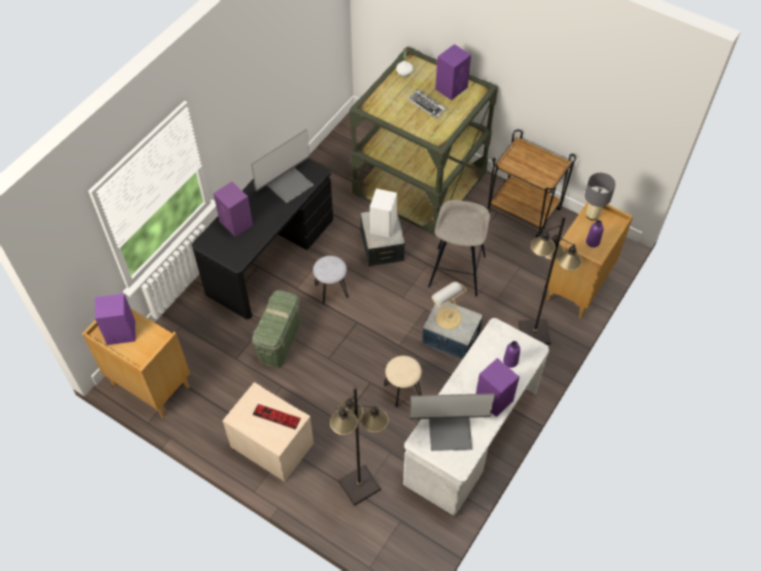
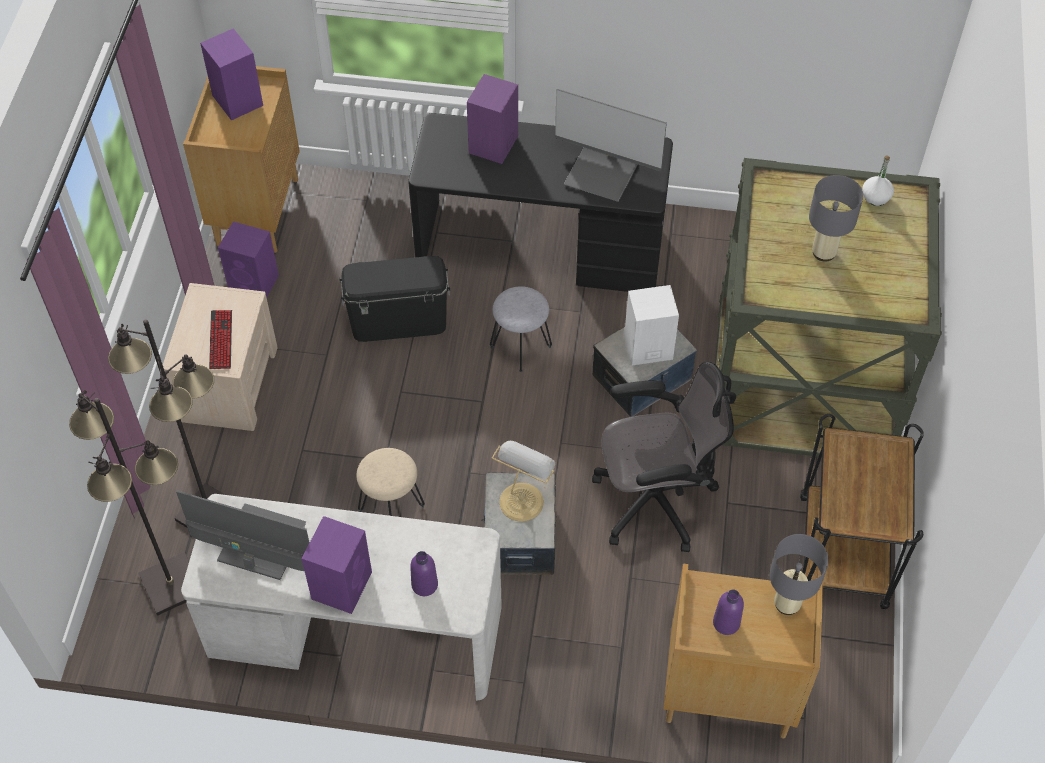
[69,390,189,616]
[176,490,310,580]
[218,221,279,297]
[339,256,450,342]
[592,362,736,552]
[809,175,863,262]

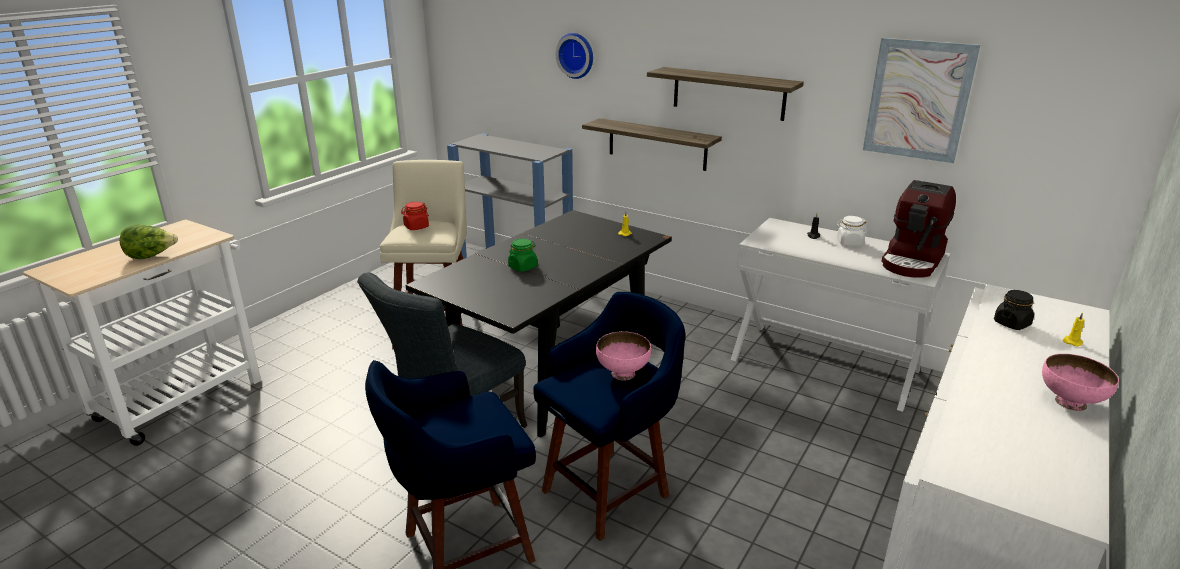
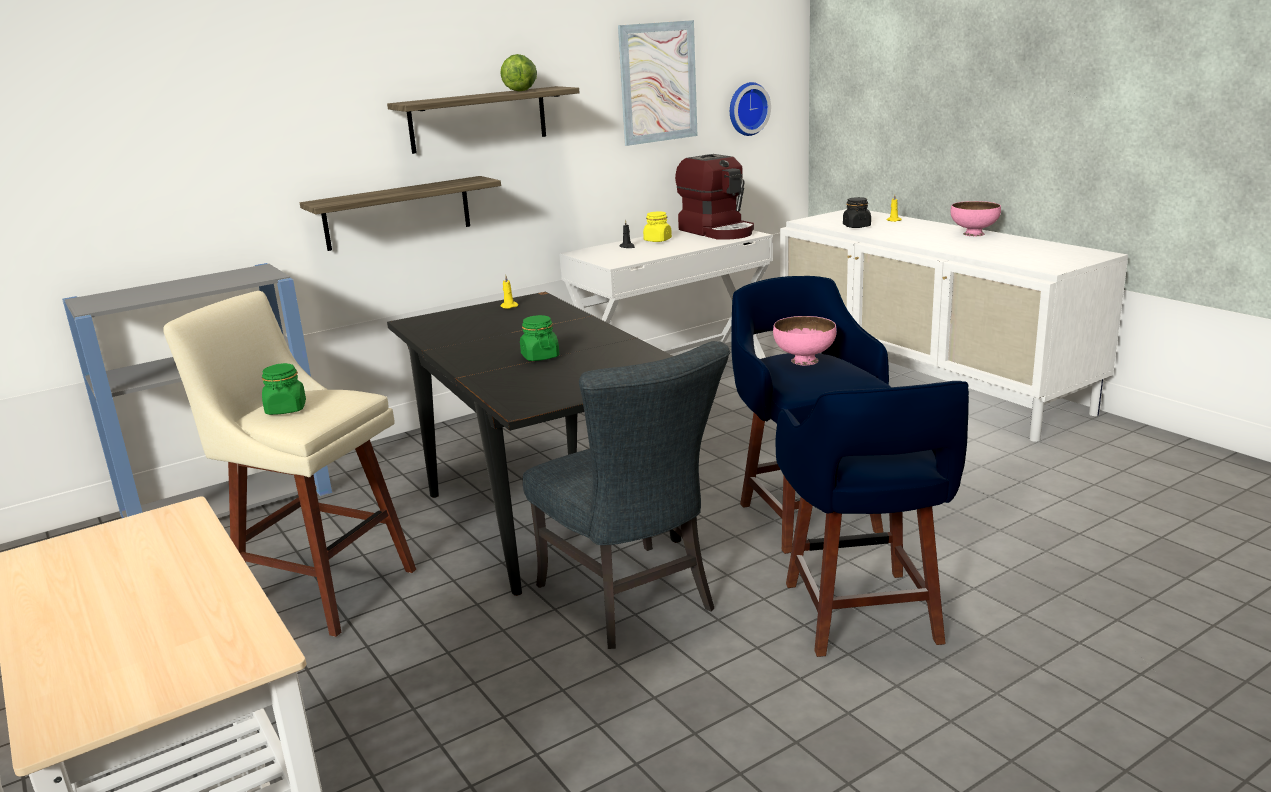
[262,363,306,415]
[500,54,537,92]
[643,211,672,242]
[730,82,771,136]

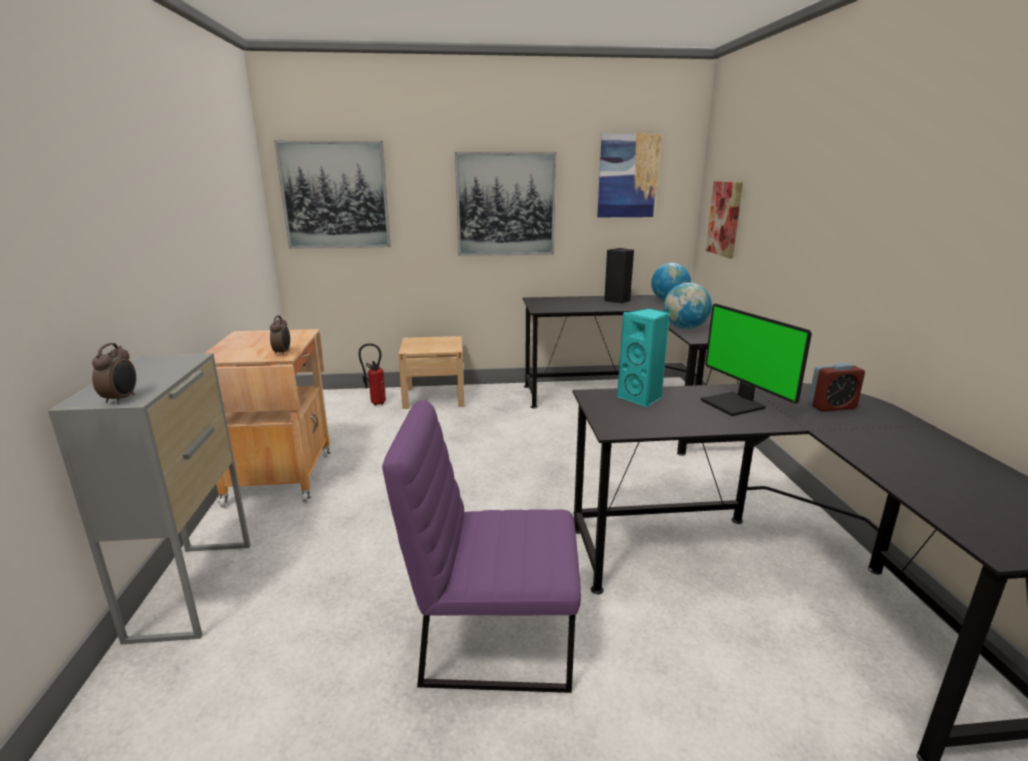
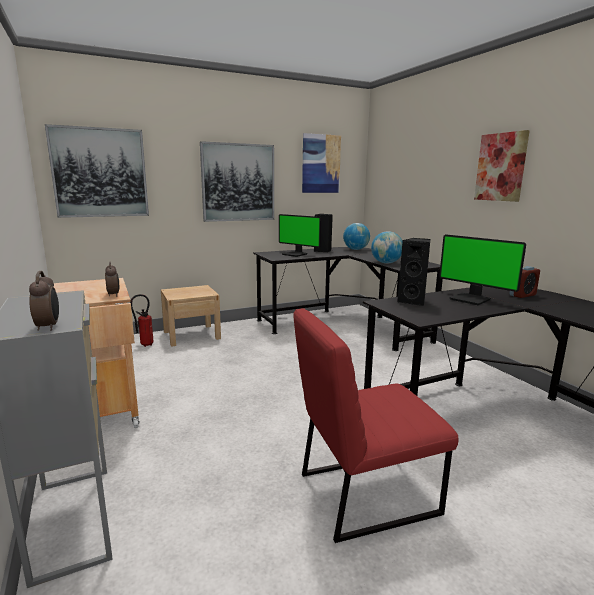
[279,214,321,257]
[294,308,458,543]
[397,238,431,306]
[474,130,530,202]

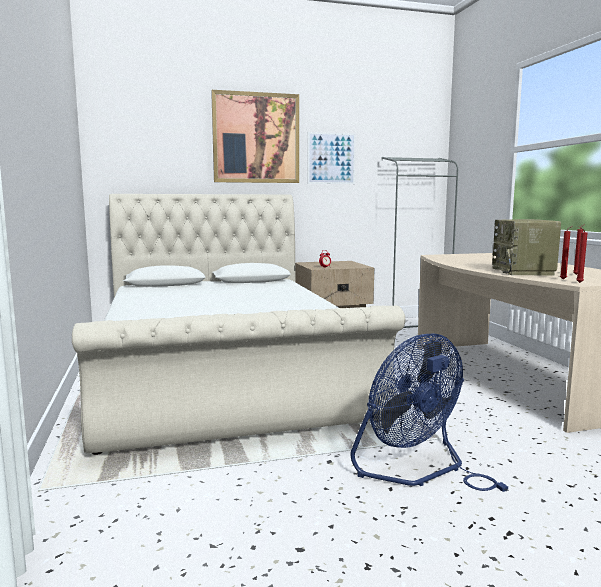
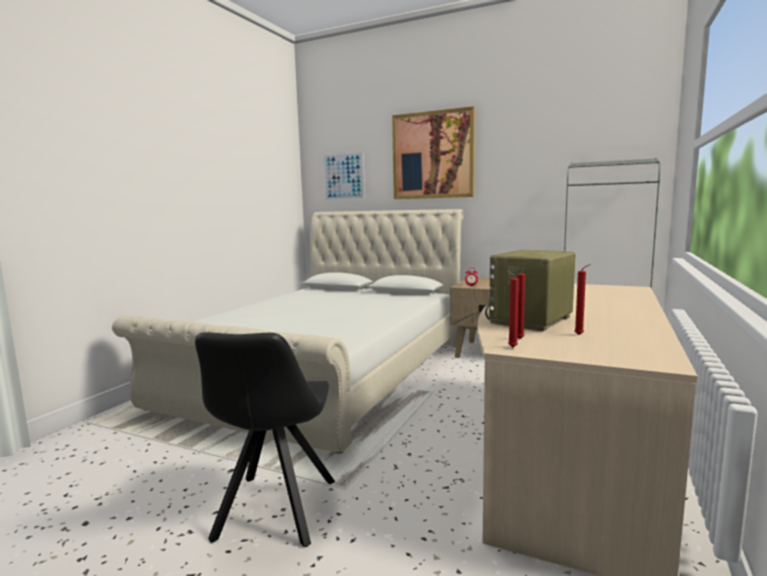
[195,332,335,547]
[323,151,365,201]

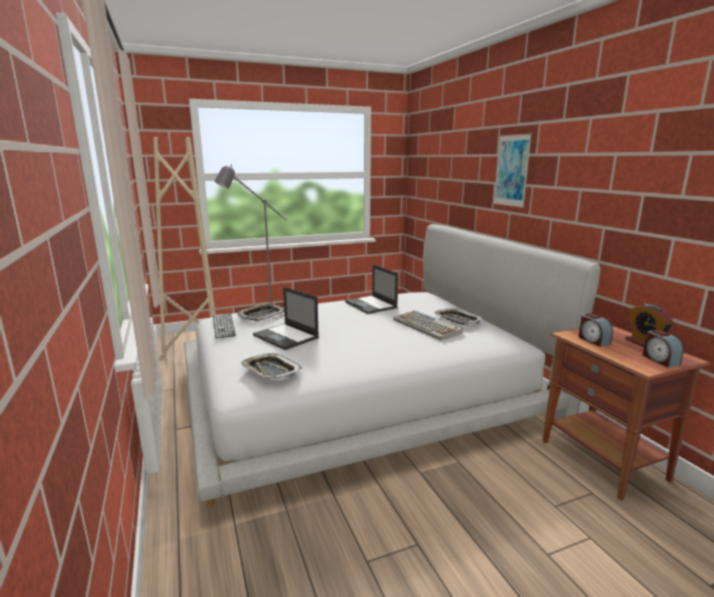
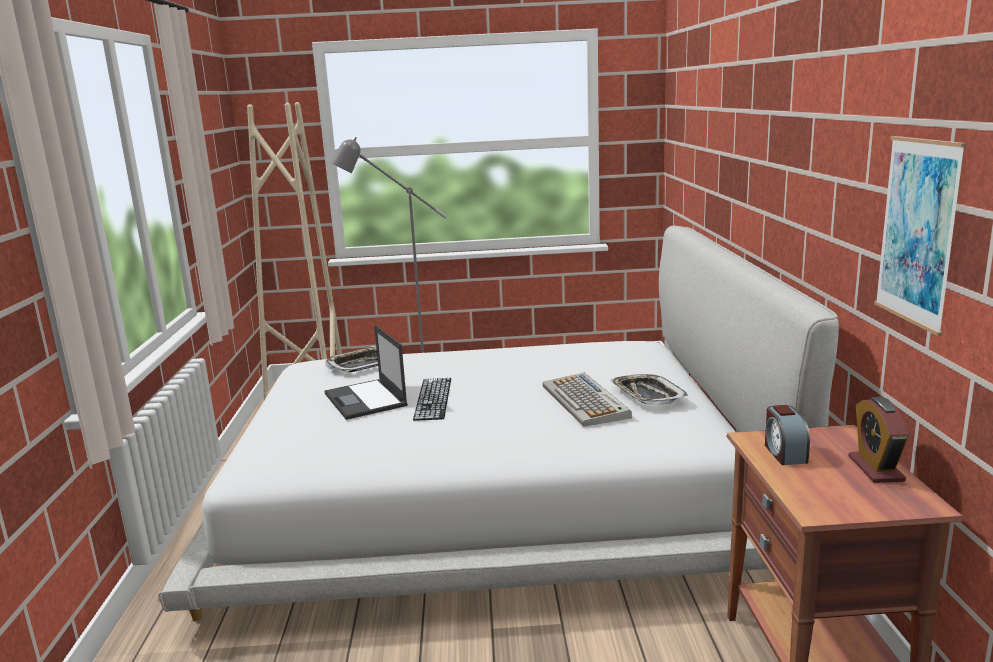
[413,378,451,421]
[874,136,967,336]
[240,353,303,380] (first image)
[345,265,398,314] (first image)
[643,330,684,367] (first image)

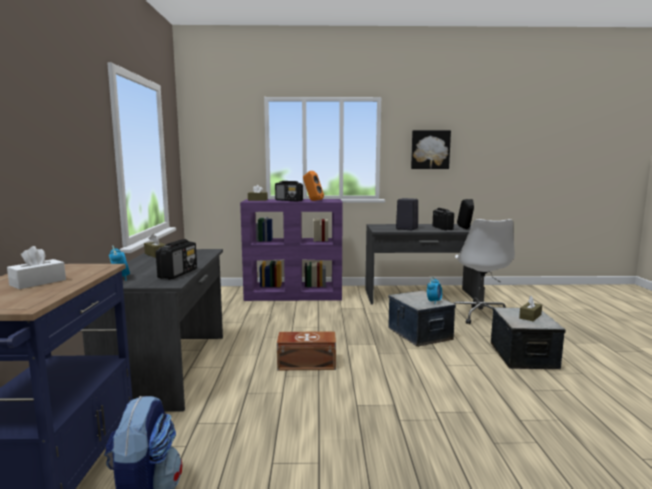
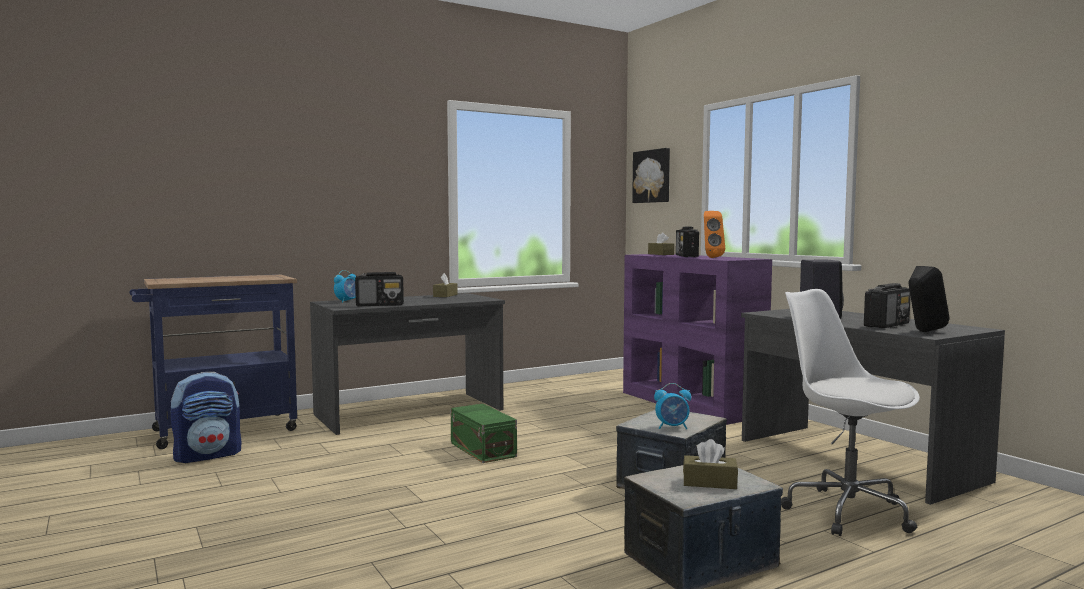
[451,404,517,463]
[632,148,670,203]
[781,289,920,536]
[7,246,66,289] (first image)

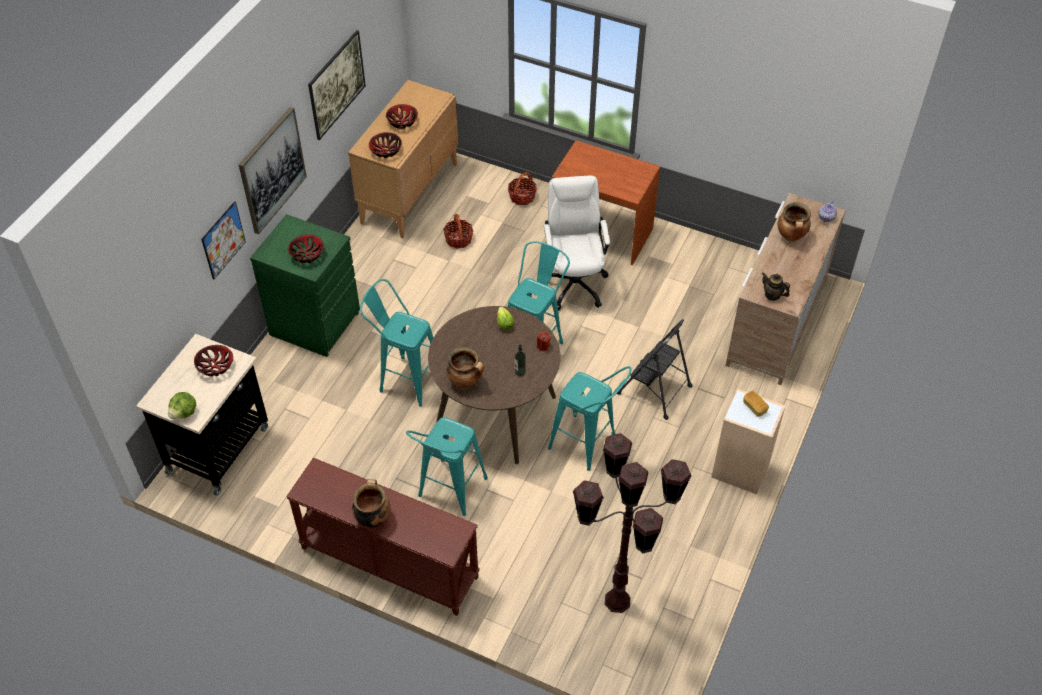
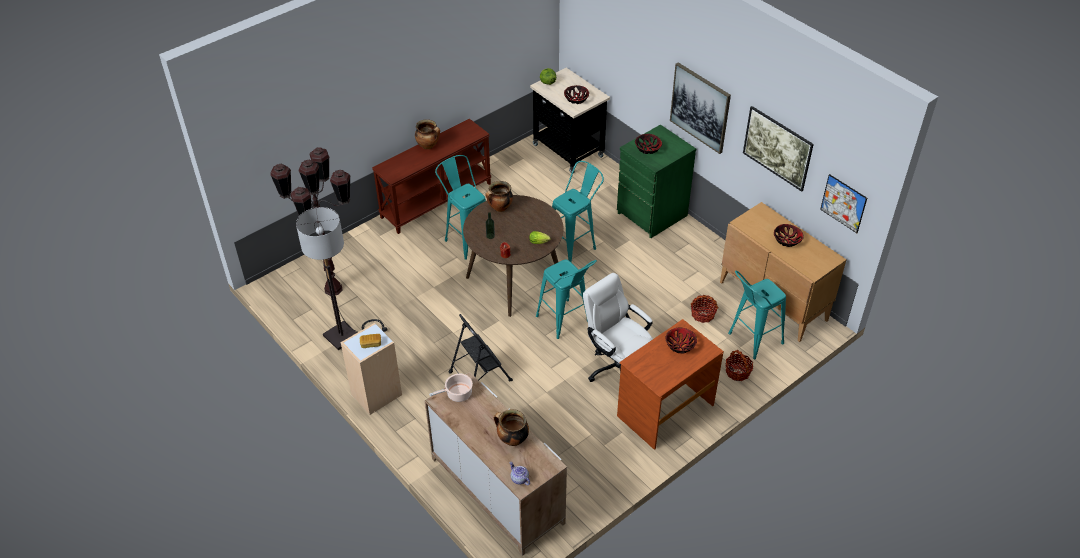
[296,207,388,350]
[429,374,473,402]
[583,273,653,382]
[666,328,697,353]
[728,271,786,359]
[820,174,867,233]

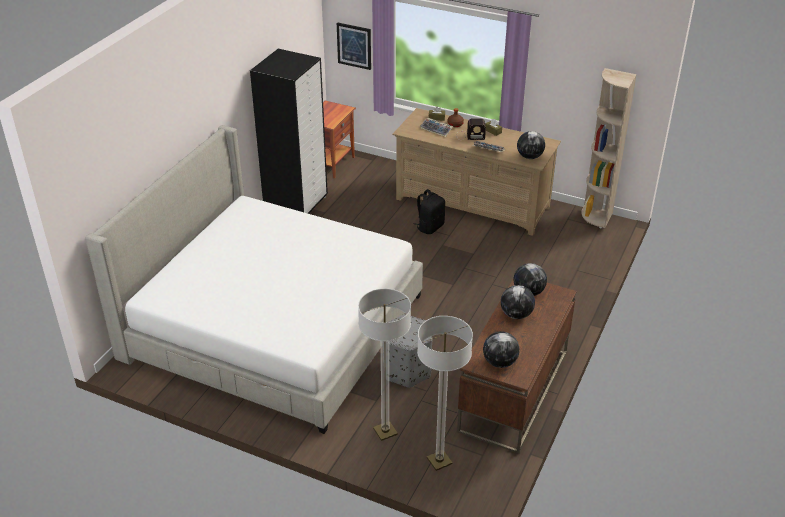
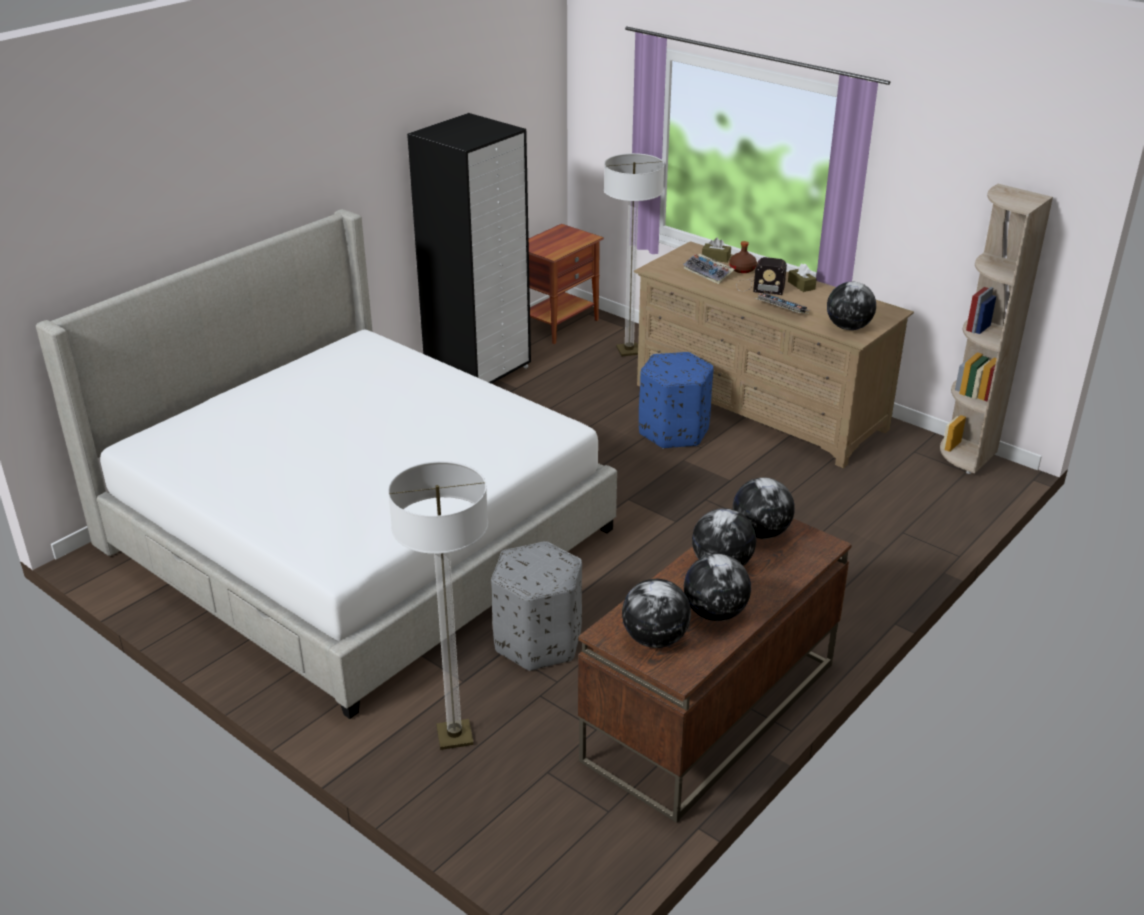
[604,153,665,356]
[639,352,714,449]
[684,554,751,621]
[337,22,371,70] (first image)

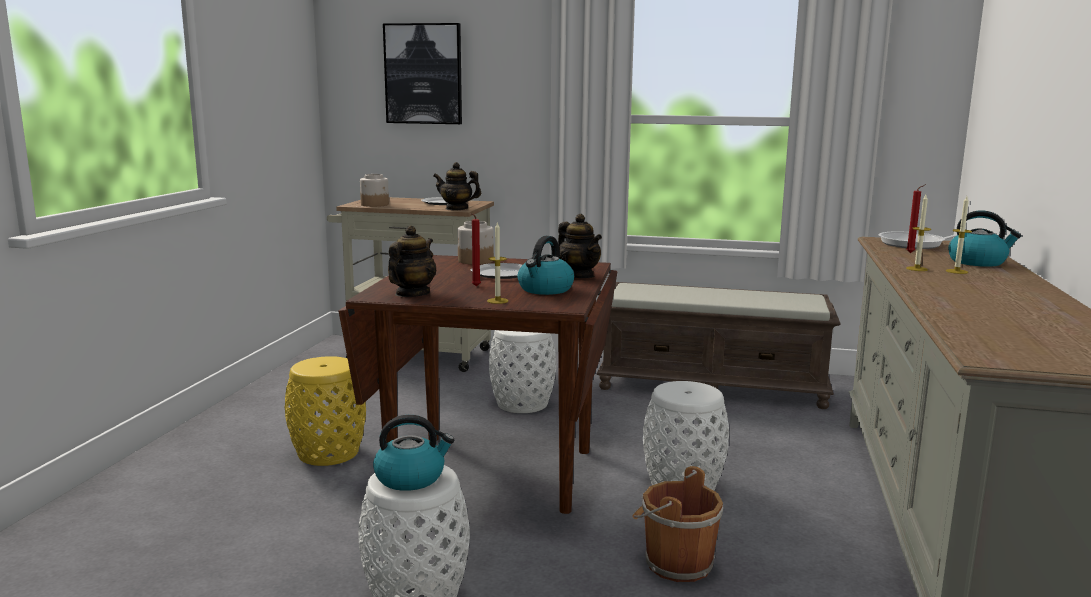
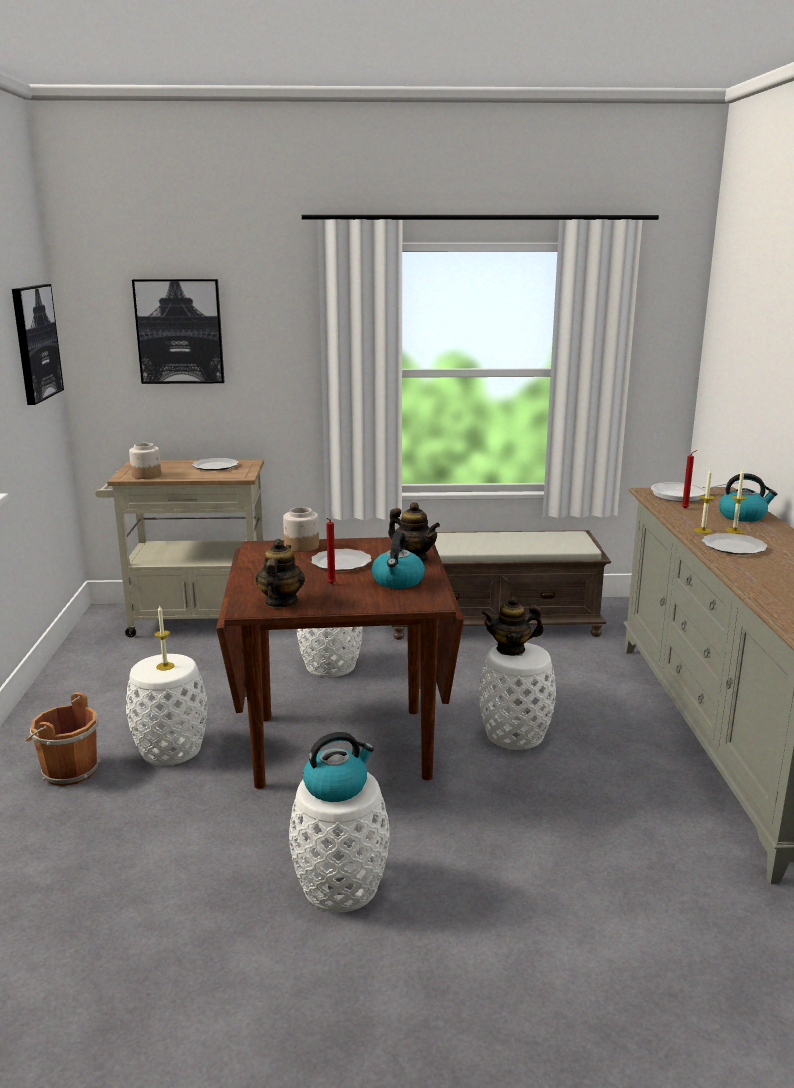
[12,284,64,405]
[25,692,100,786]
[126,654,207,766]
[154,606,175,671]
[481,596,544,656]
[702,533,768,555]

